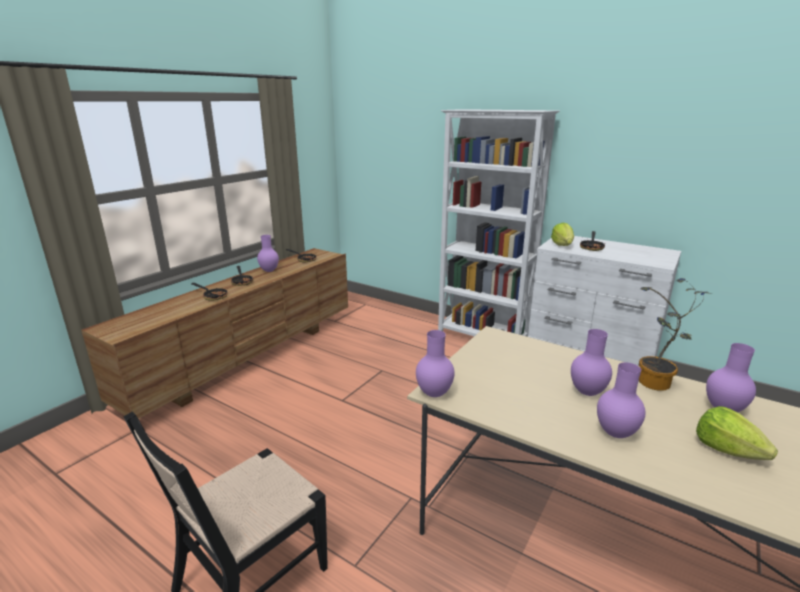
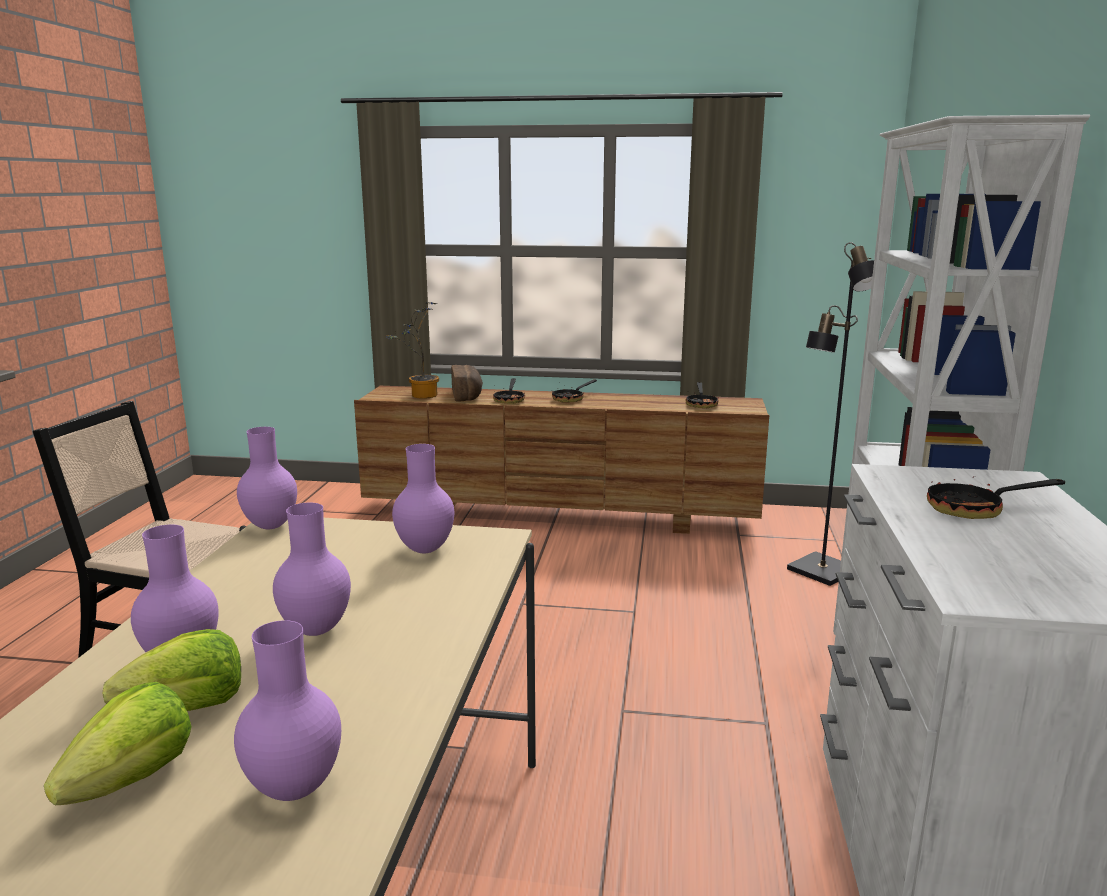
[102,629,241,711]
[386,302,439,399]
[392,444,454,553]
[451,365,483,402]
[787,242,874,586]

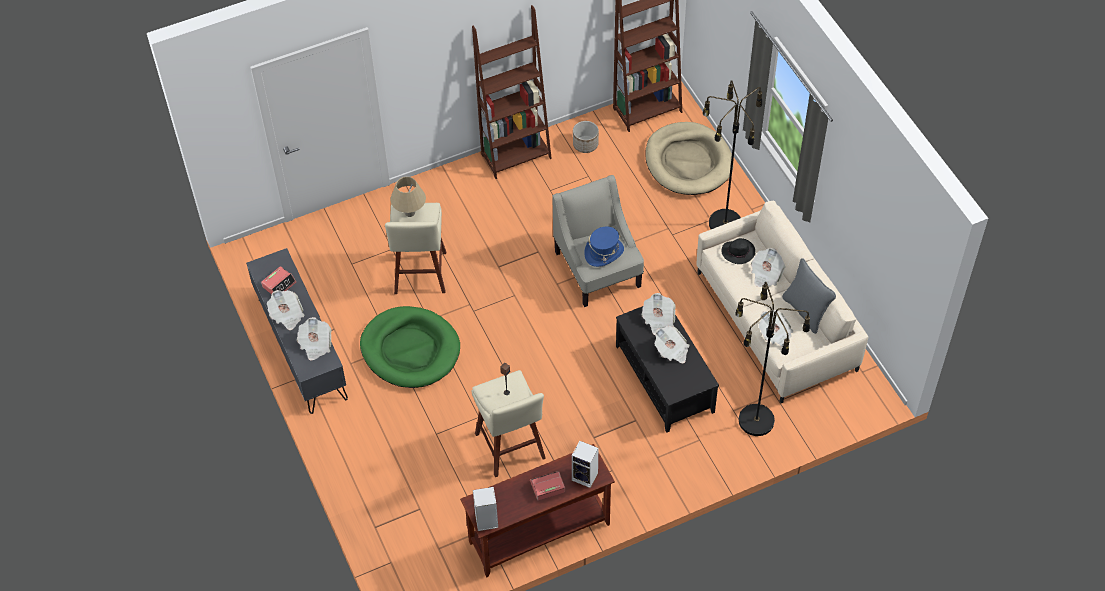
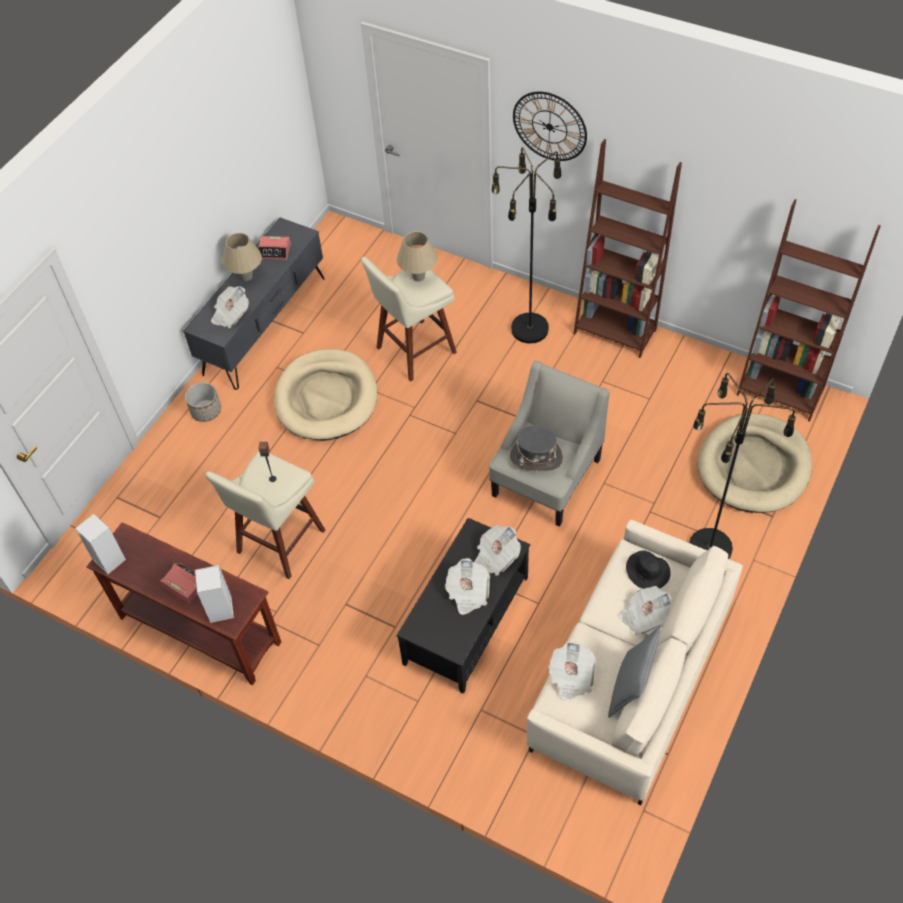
[185,382,221,422]
[222,233,262,281]
[274,349,377,440]
[492,147,561,344]
[510,426,563,471]
[513,92,587,161]

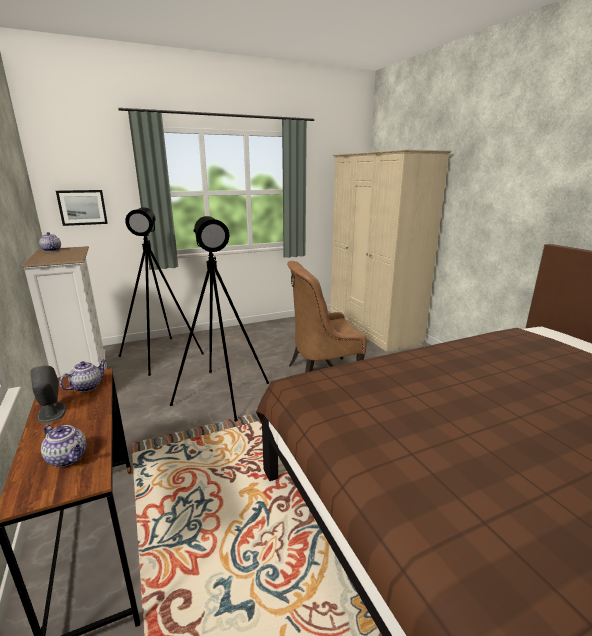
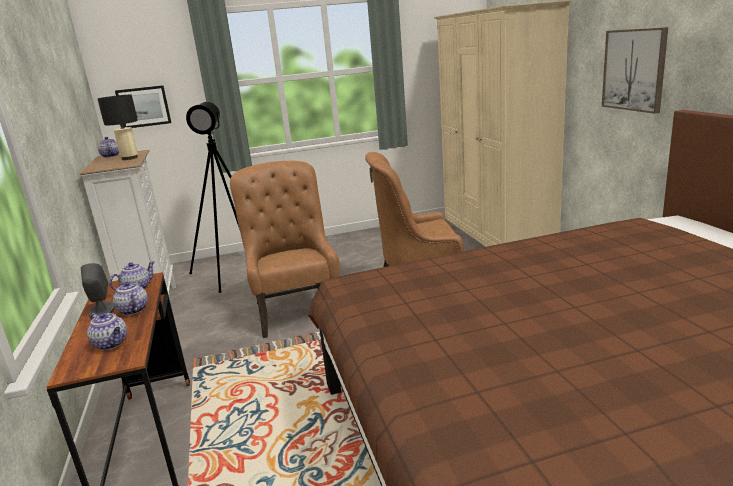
[98,95,138,160]
[113,282,148,315]
[230,161,340,338]
[602,27,668,114]

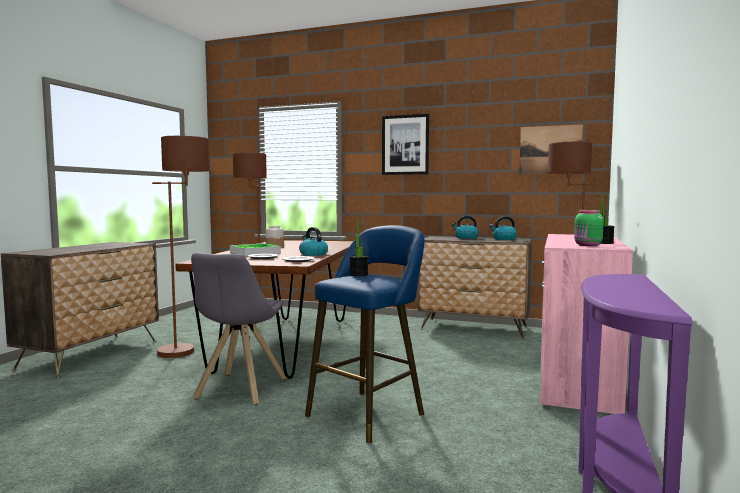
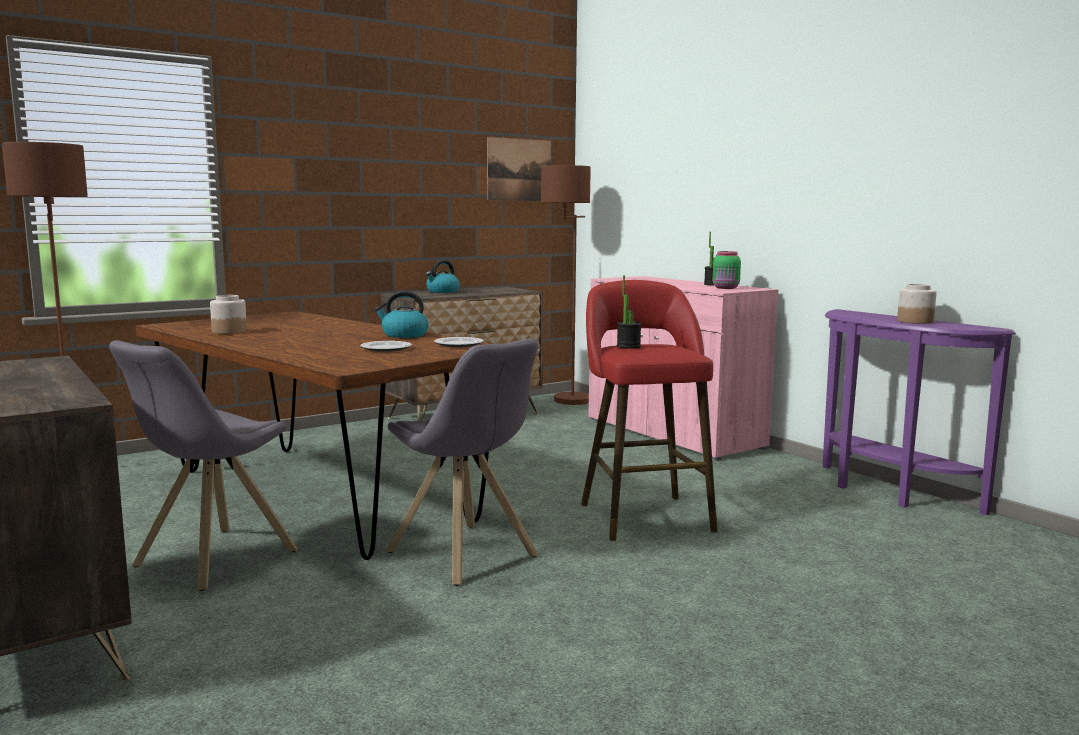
[109,340,297,591]
[581,280,718,541]
[897,284,937,324]
[230,243,281,256] (first image)
[382,114,429,175] (first image)
[490,216,517,240] (first image)

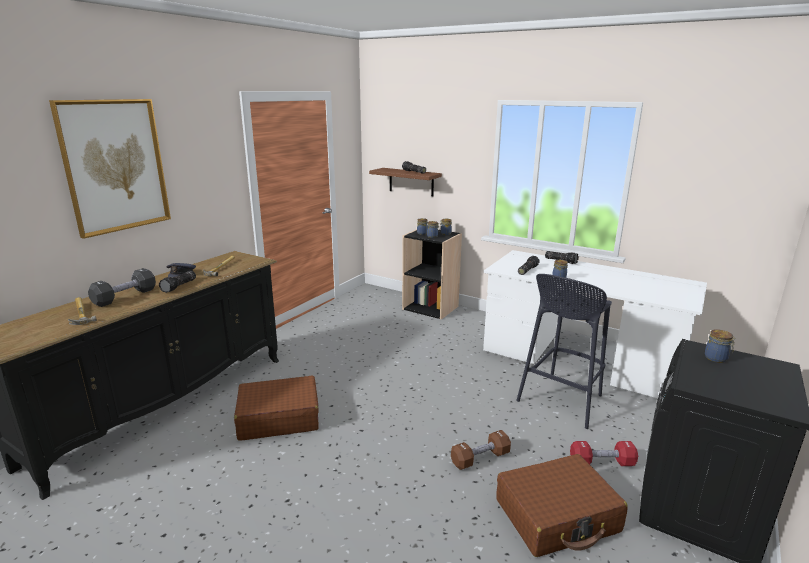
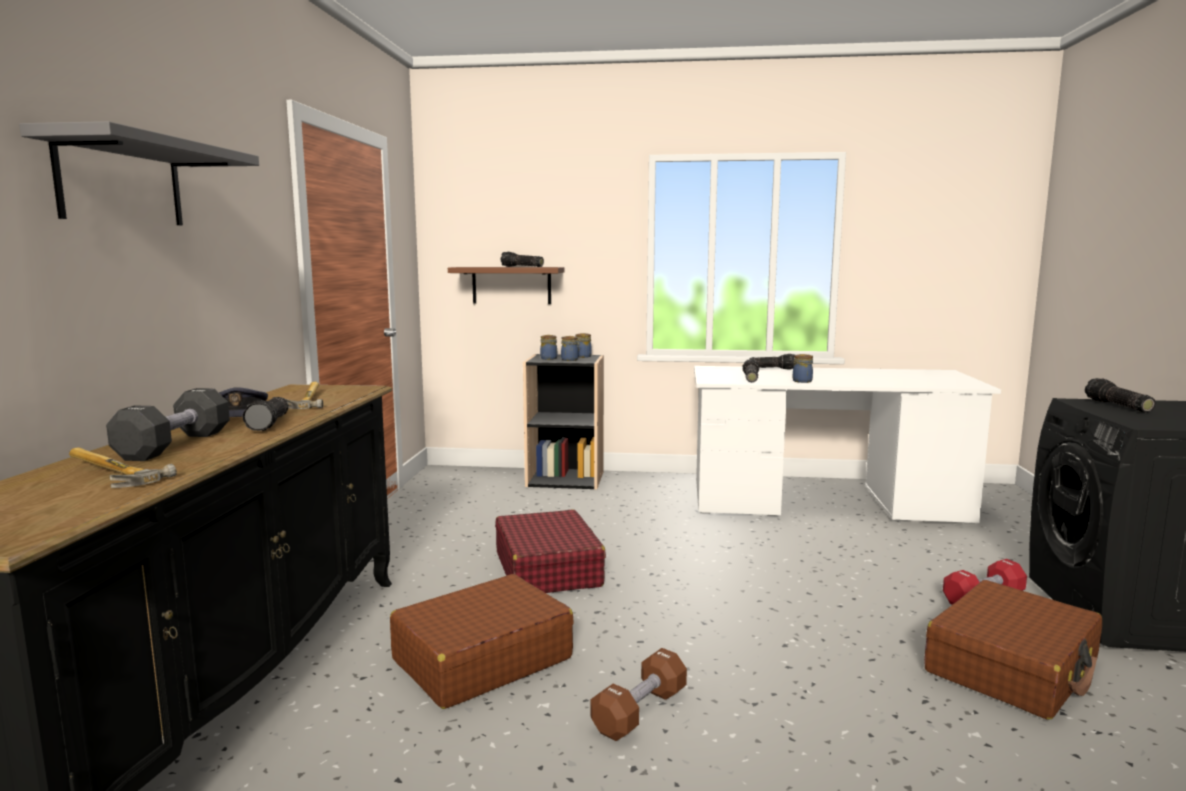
[19,121,259,225]
[495,510,606,593]
[591,648,687,741]
[1085,378,1156,413]
[516,274,612,429] (first image)

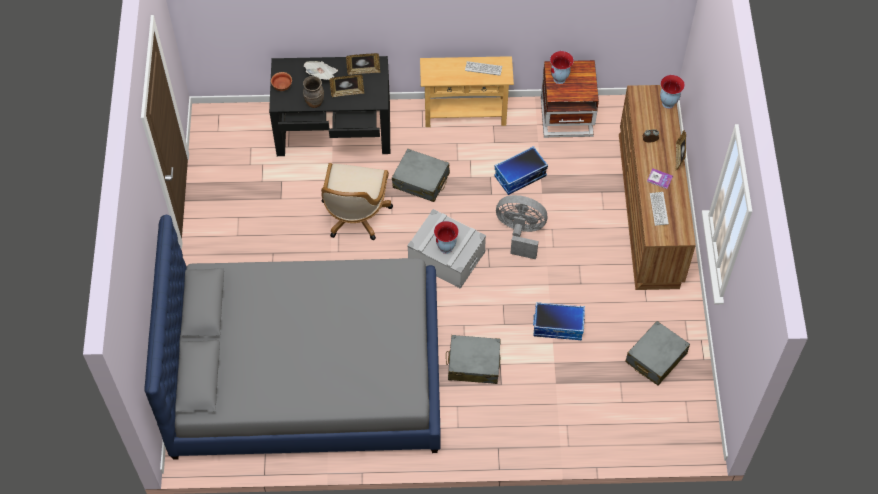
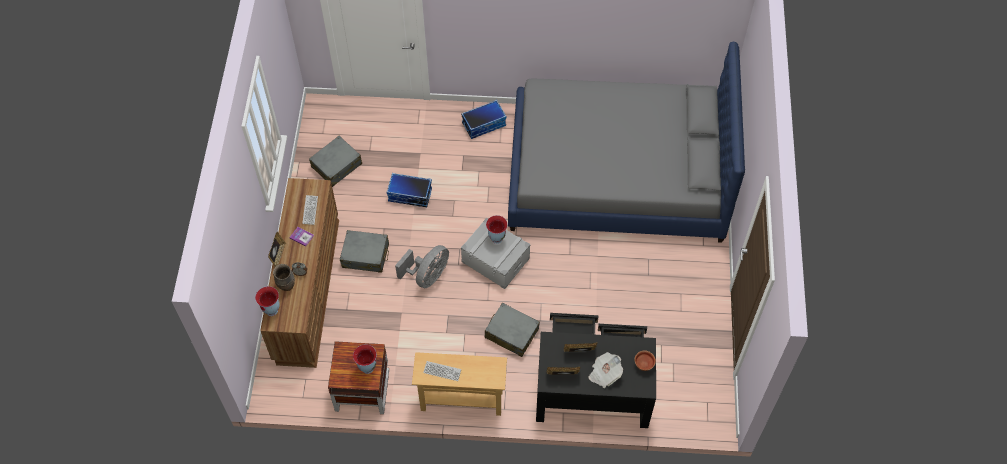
[273,264,295,291]
[340,230,389,273]
[395,245,449,288]
[461,100,507,139]
[321,163,393,240] (first image)

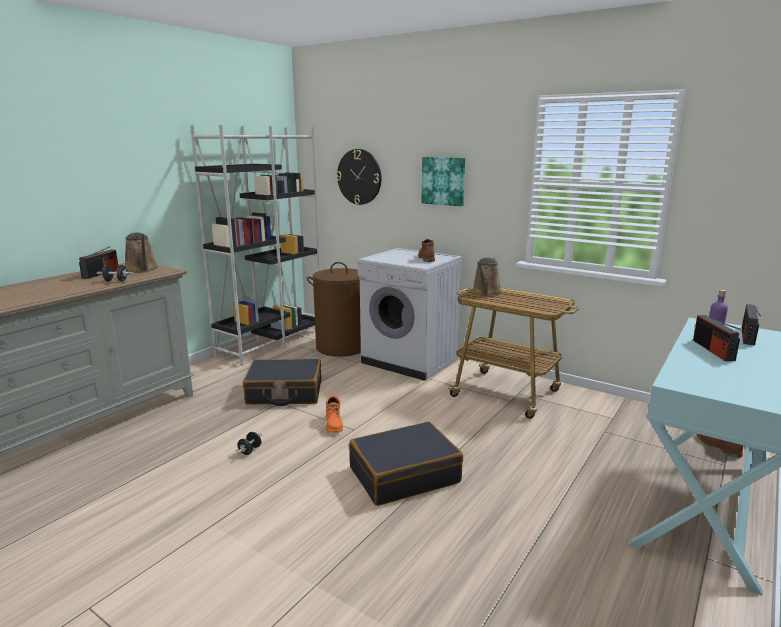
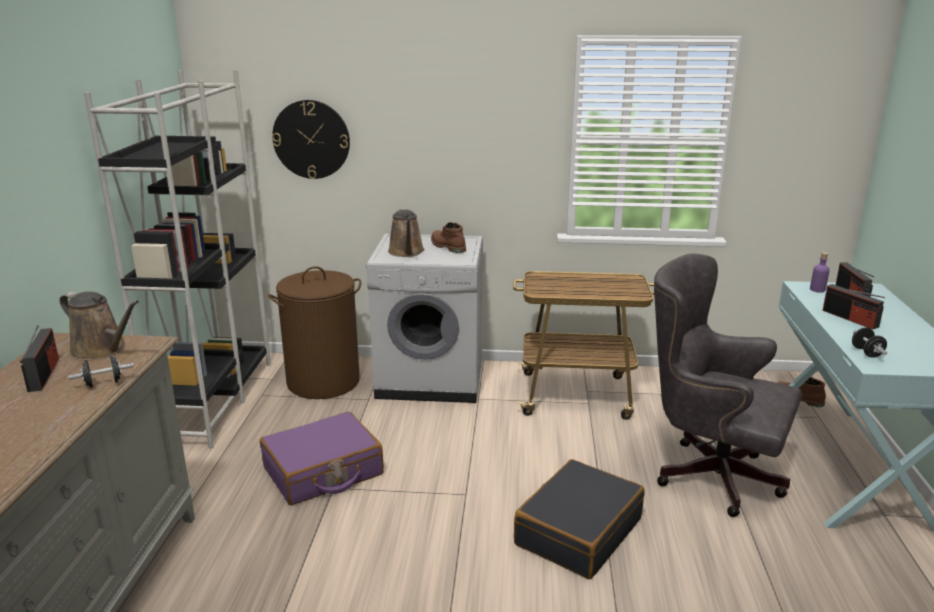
[260,412,384,505]
[388,208,425,257]
[654,253,801,517]
[852,327,887,358]
[326,396,343,433] (first image)
[422,157,465,206] (first image)

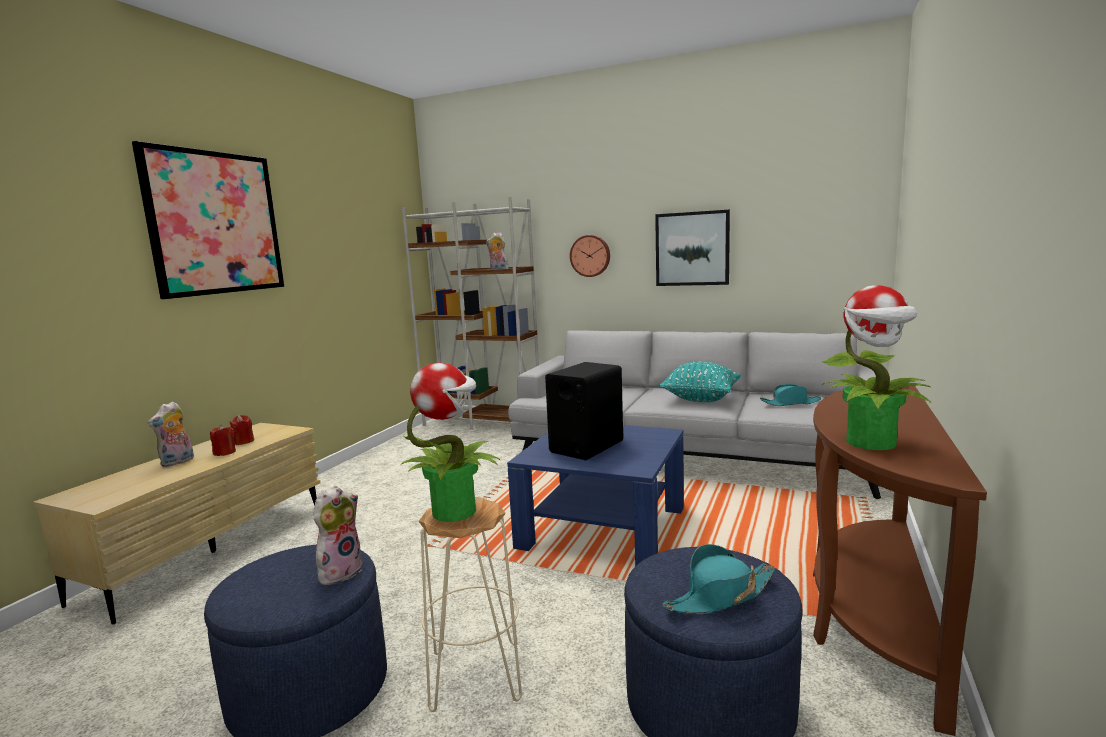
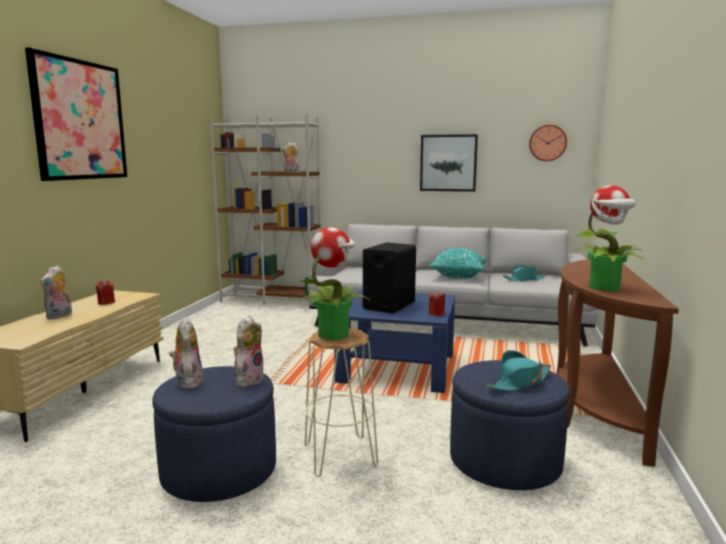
[170,317,204,389]
[429,291,446,316]
[529,125,567,161]

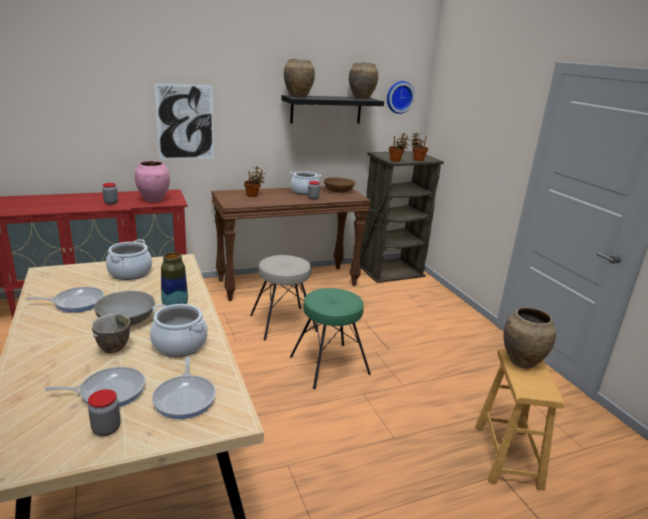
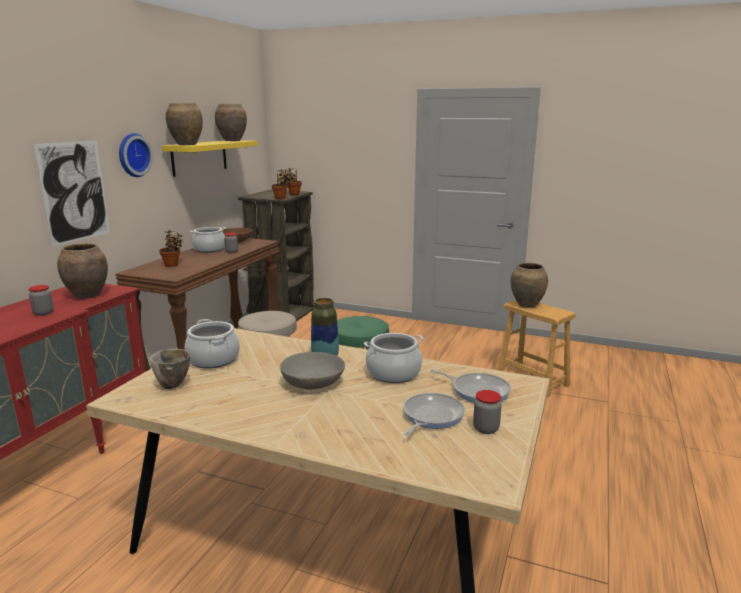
[57,244,108,299]
[119,133,153,177]
[150,348,190,389]
[162,140,258,177]
[26,287,104,313] (first image)

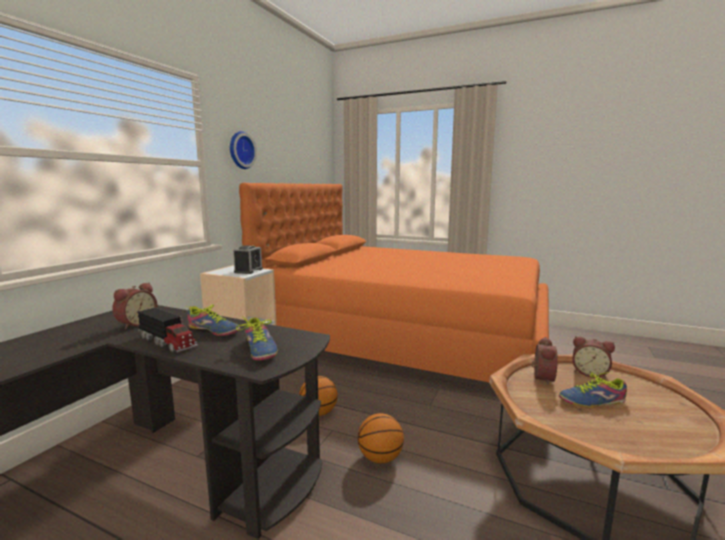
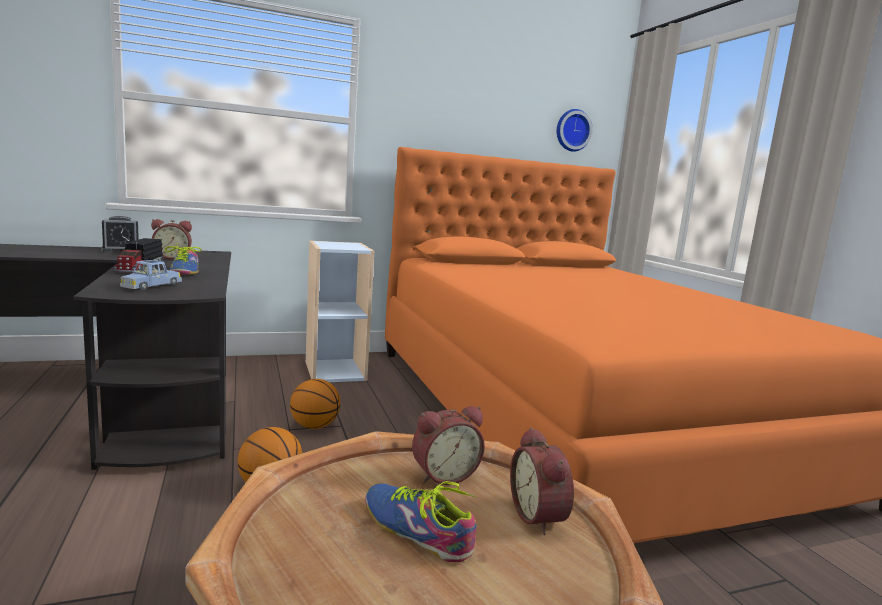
[101,216,139,252]
[120,260,182,290]
[557,109,593,152]

